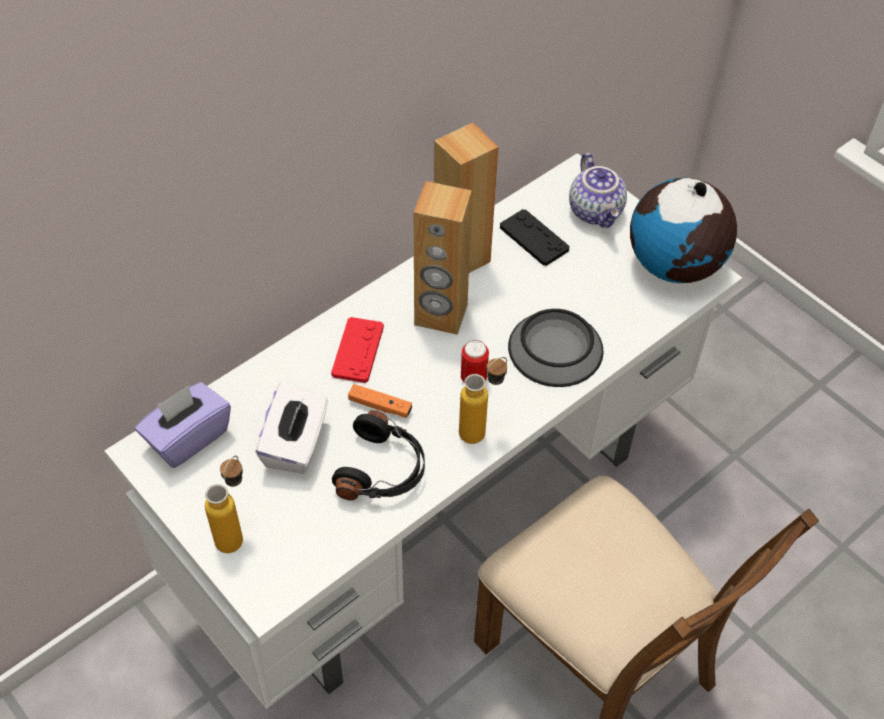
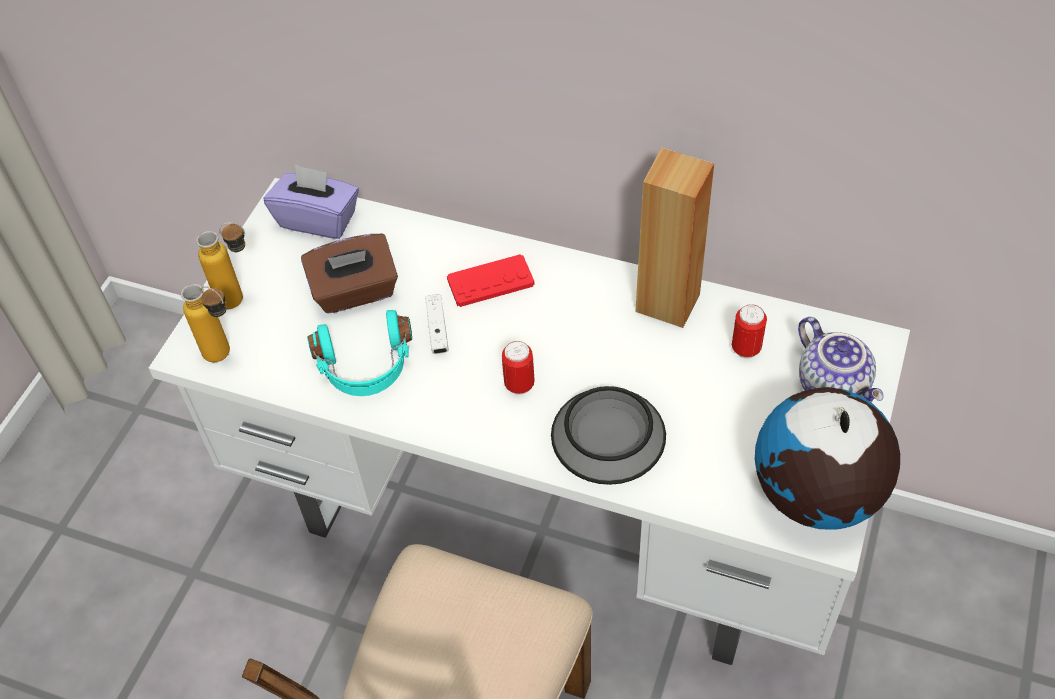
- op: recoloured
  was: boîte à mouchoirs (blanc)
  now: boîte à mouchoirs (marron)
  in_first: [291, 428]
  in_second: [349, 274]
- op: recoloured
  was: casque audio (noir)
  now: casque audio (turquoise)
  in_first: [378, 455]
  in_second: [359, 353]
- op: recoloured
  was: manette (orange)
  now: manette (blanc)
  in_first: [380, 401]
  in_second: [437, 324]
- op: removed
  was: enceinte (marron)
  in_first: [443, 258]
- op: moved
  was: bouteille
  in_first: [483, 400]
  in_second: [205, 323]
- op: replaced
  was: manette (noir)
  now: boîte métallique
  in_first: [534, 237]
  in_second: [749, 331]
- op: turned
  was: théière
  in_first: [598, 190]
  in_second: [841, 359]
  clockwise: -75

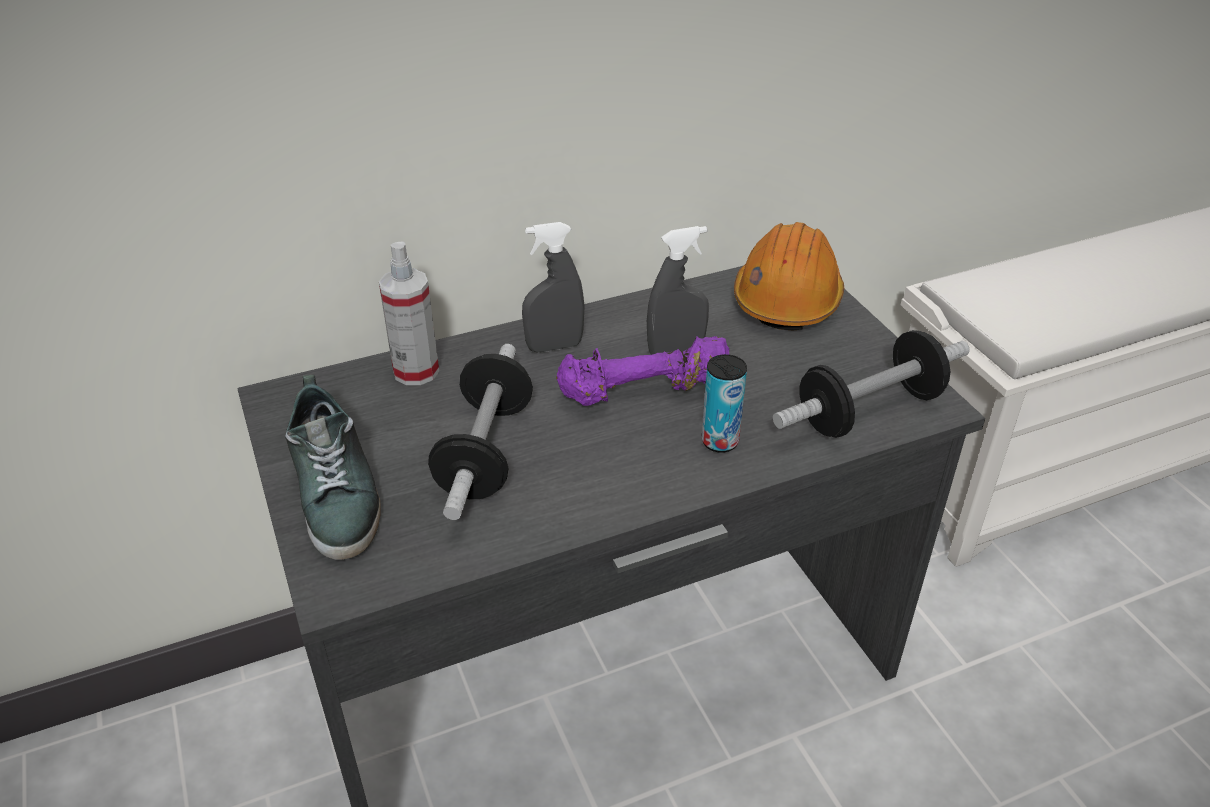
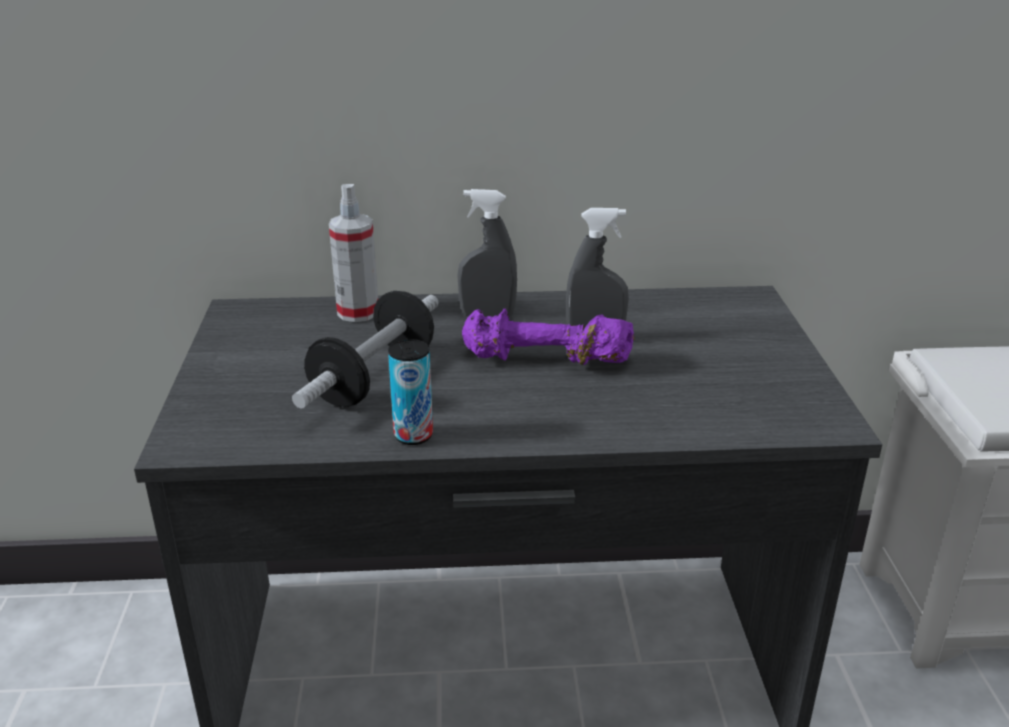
- op: removed
  was: chaussure
  in_first: [333, 467]
- op: moved
  was: boîte métallique
  in_first: [724, 403]
  in_second: [410, 392]
- op: removed
  was: casque de chantier (orange)
  in_first: [789, 276]
- op: removed
  was: haltère
  in_first: [871, 384]

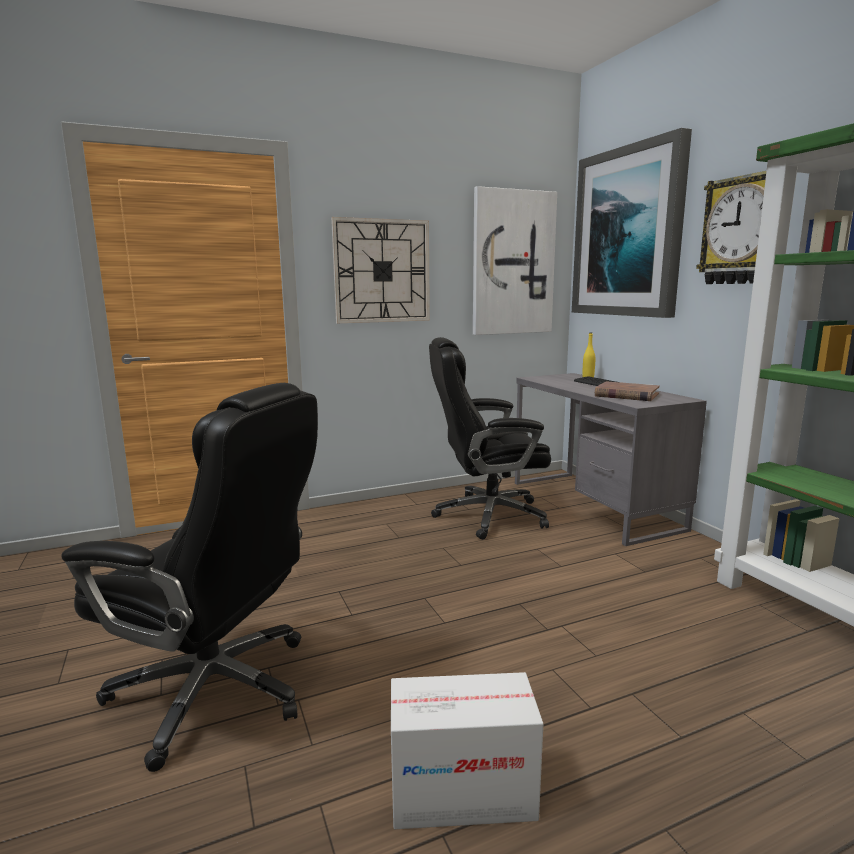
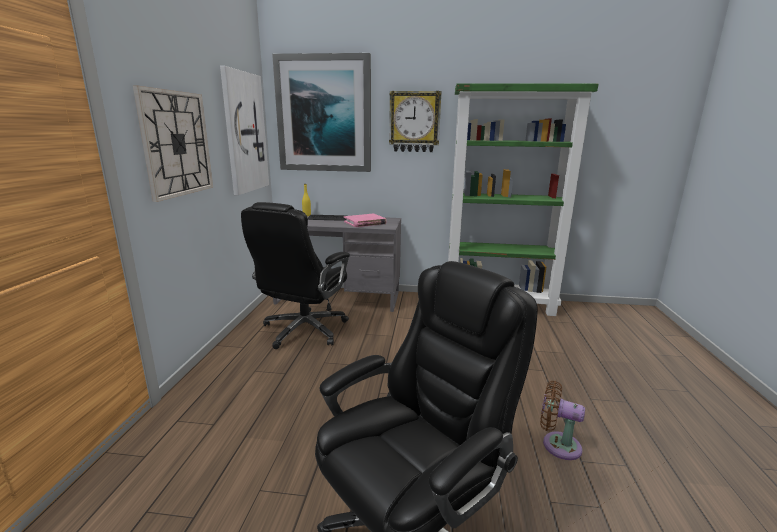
- op: replaced
  was: carton
  now: ventilateur (marron)
  in_first: [467, 750]
  in_second: [562, 420]
- op: recoloured
  was: livre (marron)
  now: livre (rose)
  in_first: [627, 391]
  in_second: [365, 220]

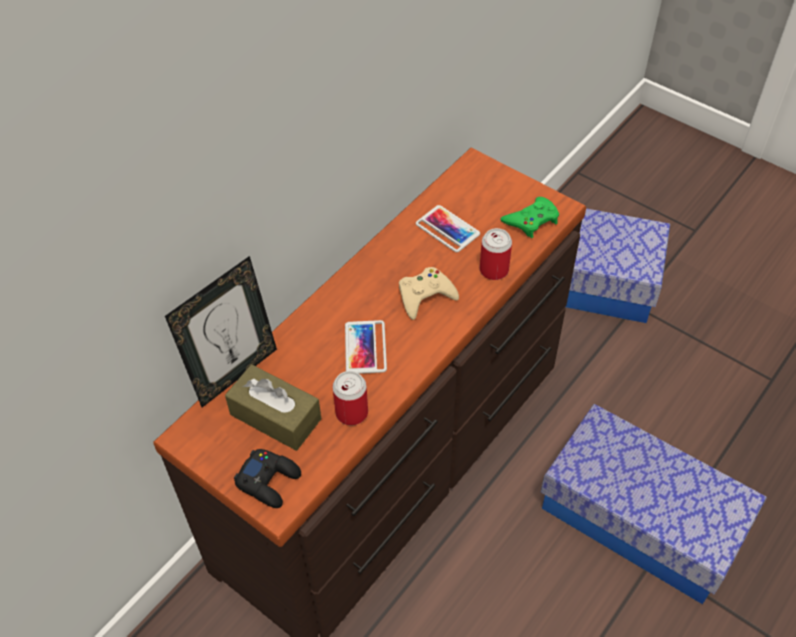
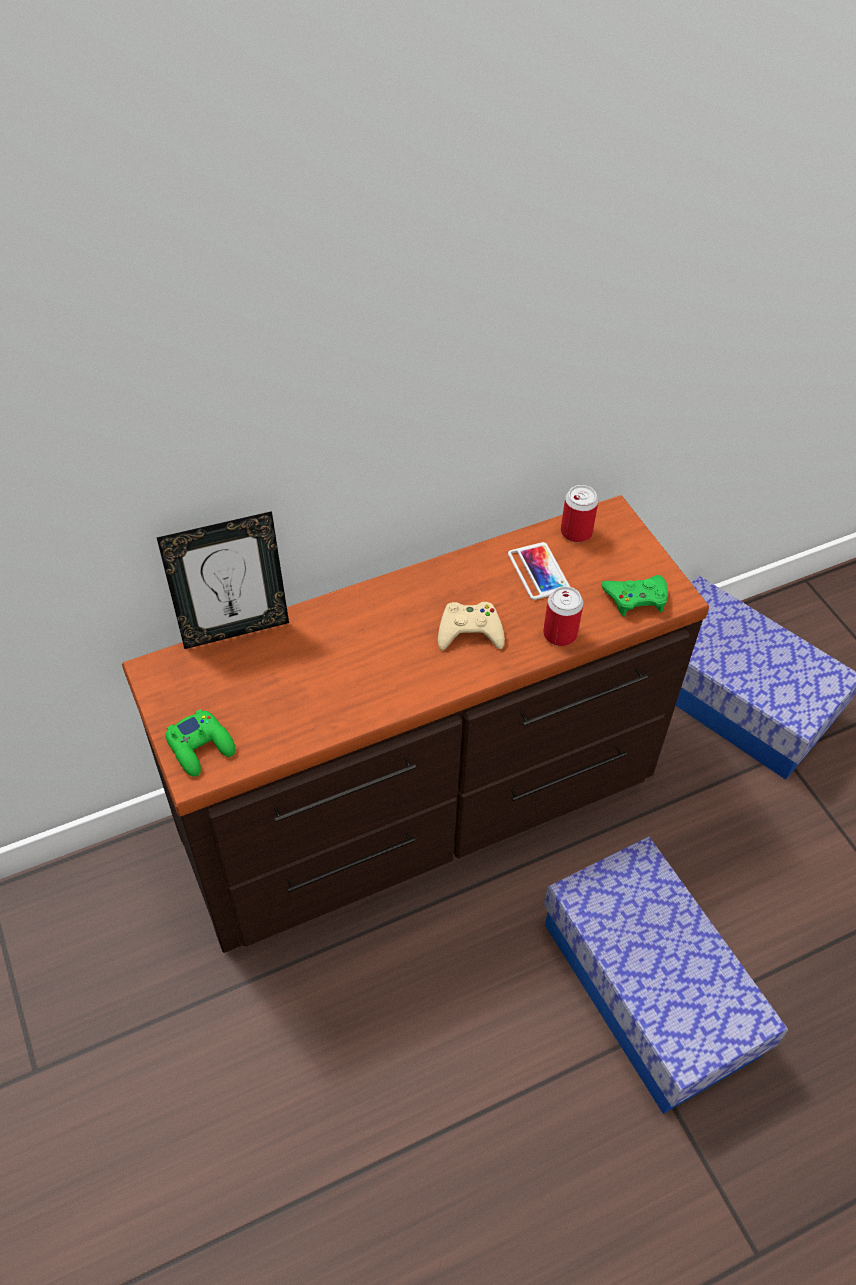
- op: removed
  was: boîte à mouchoirs (marron)
  in_first: [273, 407]
- op: recoloured
  was: manette (noir)
  now: manette (vert)
  in_first: [267, 478]
  in_second: [200, 743]
- op: moved
  was: boîte métallique
  in_first: [350, 398]
  in_second: [579, 514]
- op: removed
  was: téléphone
  in_first: [366, 347]

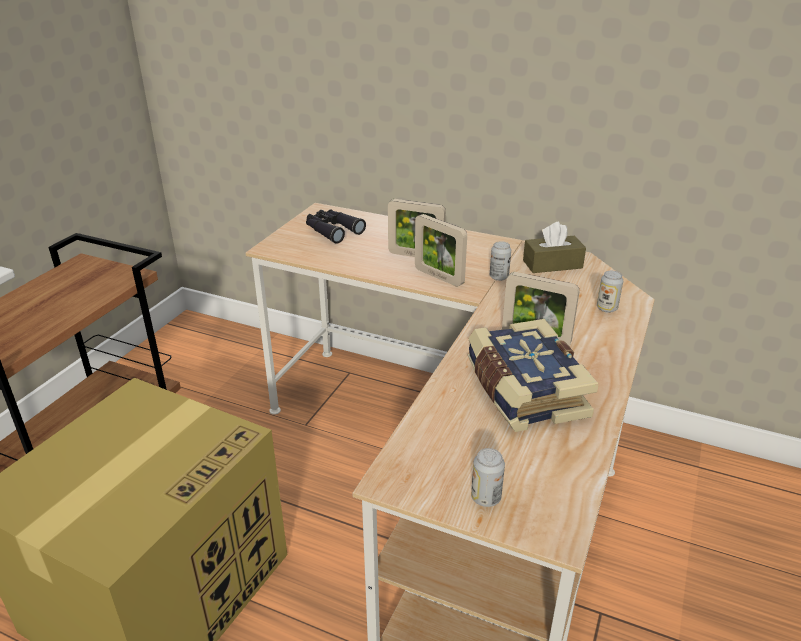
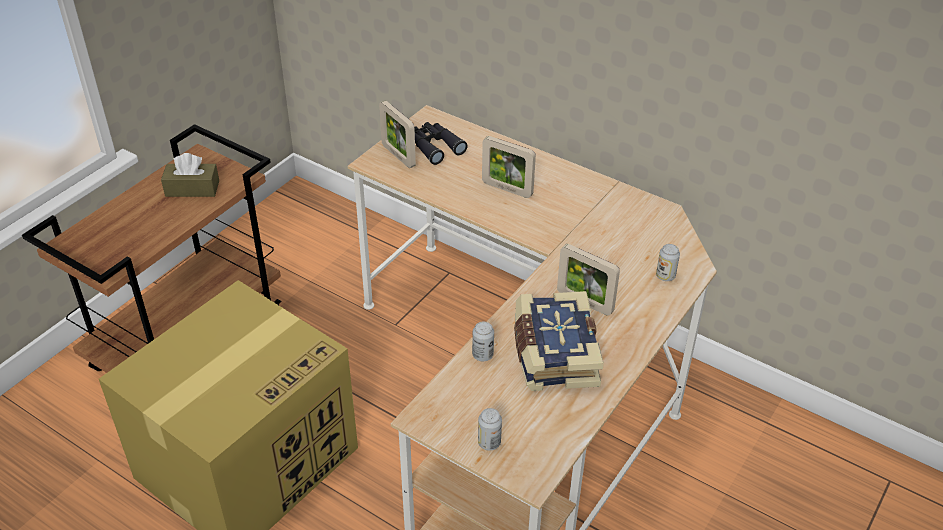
- op: moved
  was: cadre photo
  in_first: [441, 250]
  in_second: [397, 134]
- op: moved
  was: boîte métallique
  in_first: [500, 261]
  in_second: [483, 341]
- op: moved
  was: boîte à mouchoirs (marron)
  in_first: [554, 247]
  in_second: [190, 175]

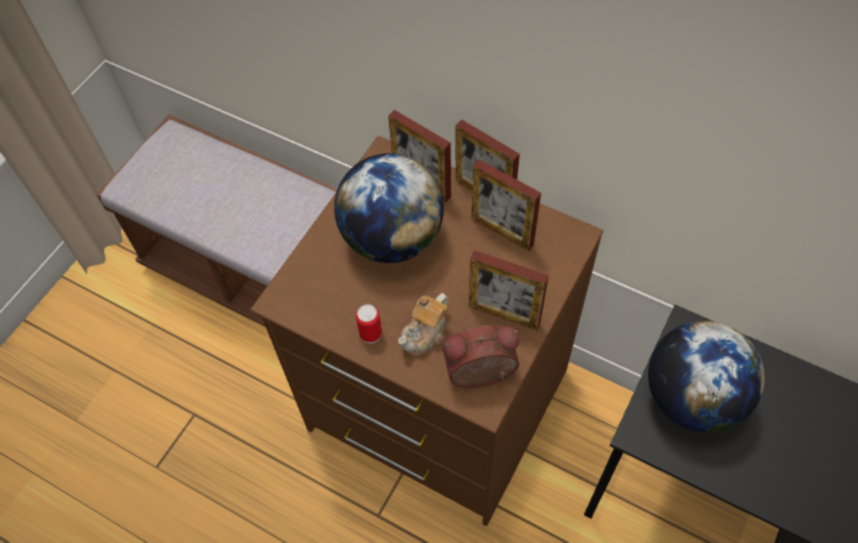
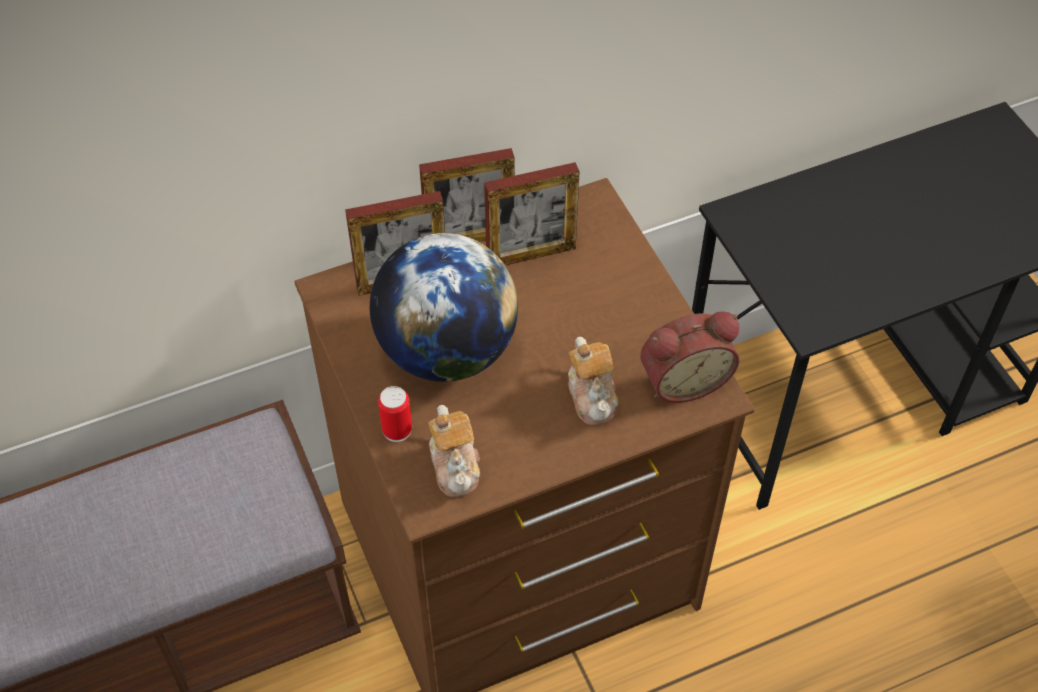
- op: moved
  was: boîte métallique
  in_first: [369, 323]
  in_second: [395, 414]
- op: turned
  was: réveil
  in_first: [481, 356]
  in_second: [689, 357]
  clockwise: -135
- op: removed
  was: cadre photo
  in_first: [509, 290]
- op: removed
  was: globe
  in_first: [706, 377]
- op: added
  now: théière
  in_second: [454, 451]

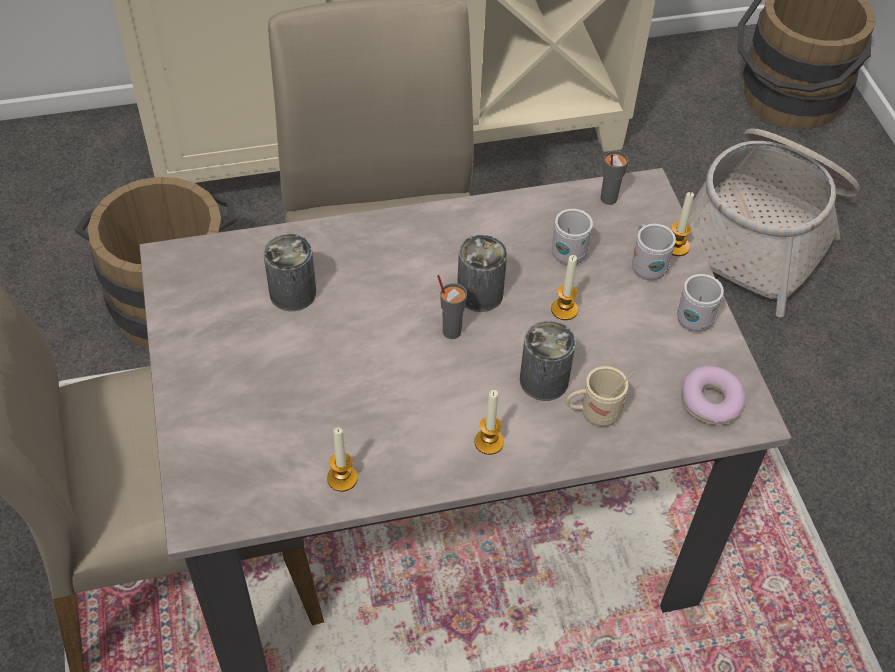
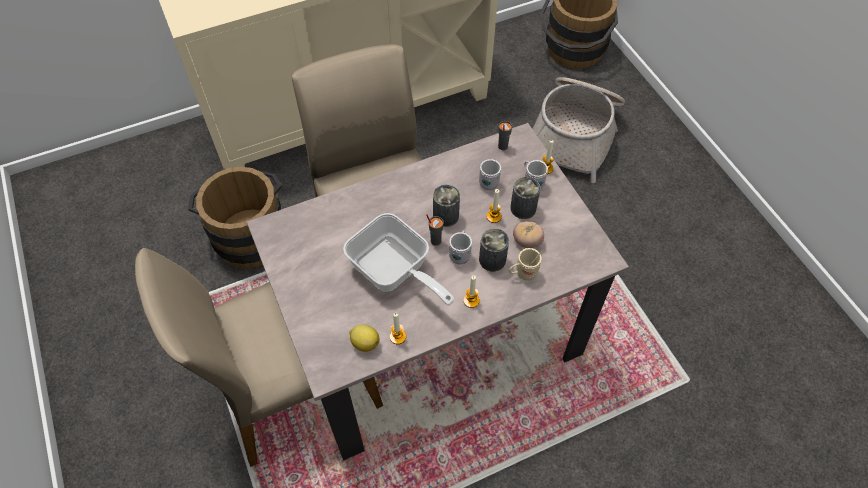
- op: moved
  was: boîte métallique
  in_first: [289, 272]
  in_second: [525, 198]
- op: moved
  was: mug (blanc)
  in_first: [700, 303]
  in_second: [460, 247]
- op: removed
  was: beignet
  in_first: [713, 395]
- op: added
  now: poêle
  in_second: [398, 259]
- op: added
  now: citron
  in_second: [365, 338]
- op: added
  now: tomate
  in_second: [528, 234]

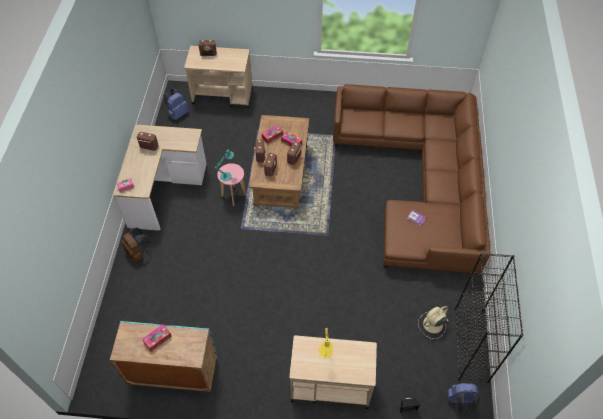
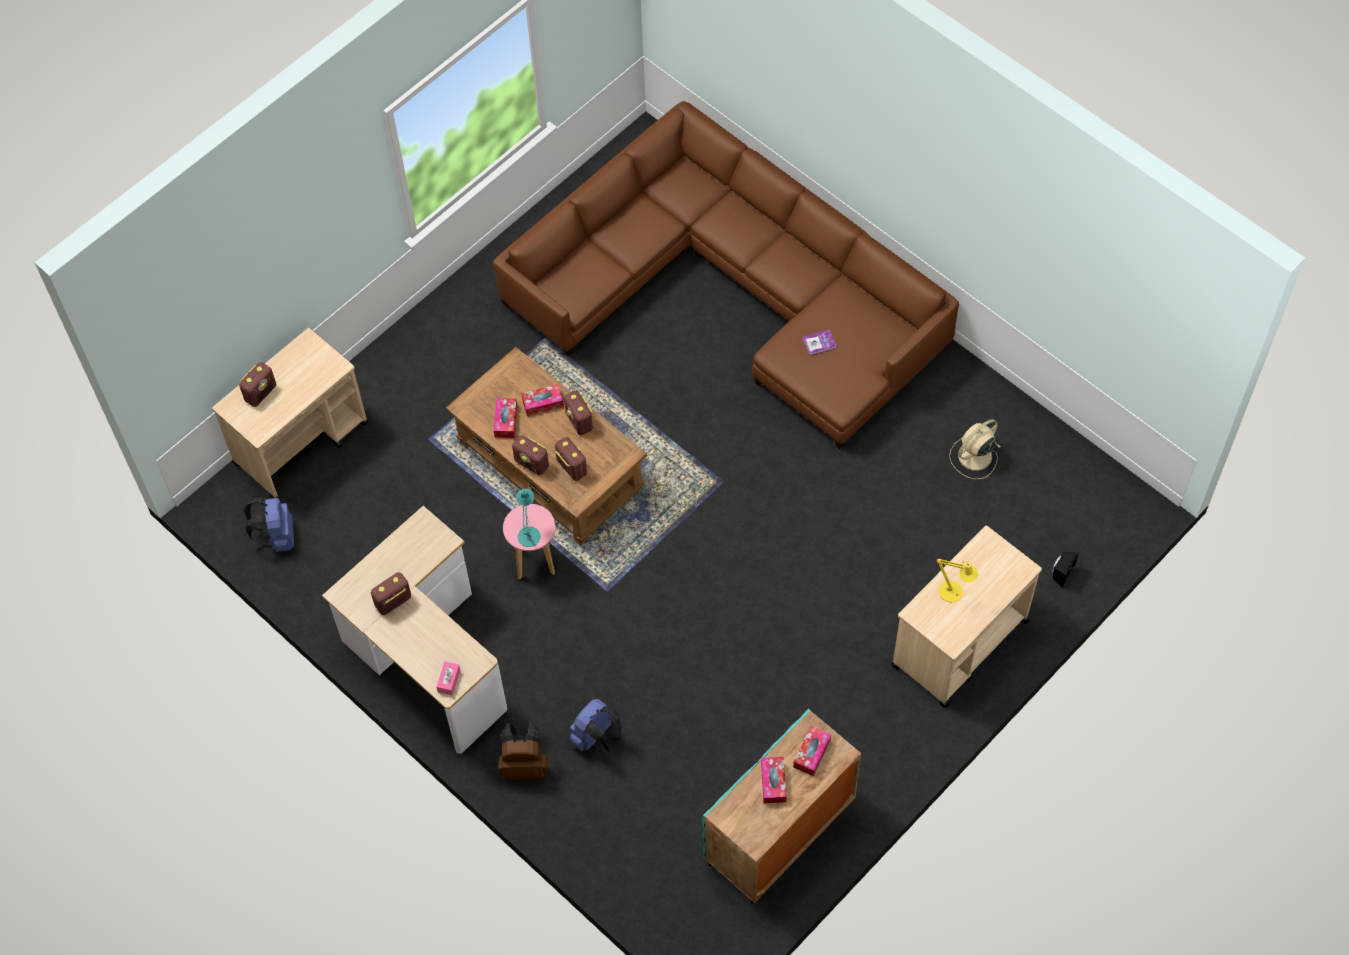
- op: turned
  was: ventilateur (beige)
  in_first: [433, 322]
  in_second: [974, 449]
  clockwise: 45
- op: moved
  was: sac à dos (bleu)
  in_first: [463, 398]
  in_second: [596, 725]
- op: removed
  was: bibliothèque (noir)
  in_first: [489, 318]
- op: added
  now: boîte à mouchoirs
  in_second: [812, 751]

